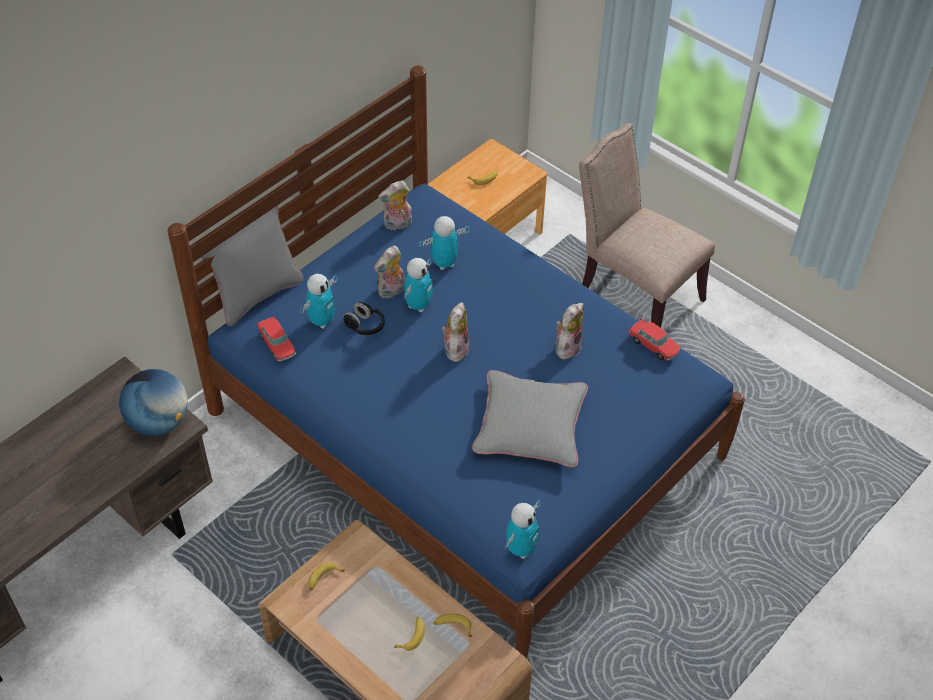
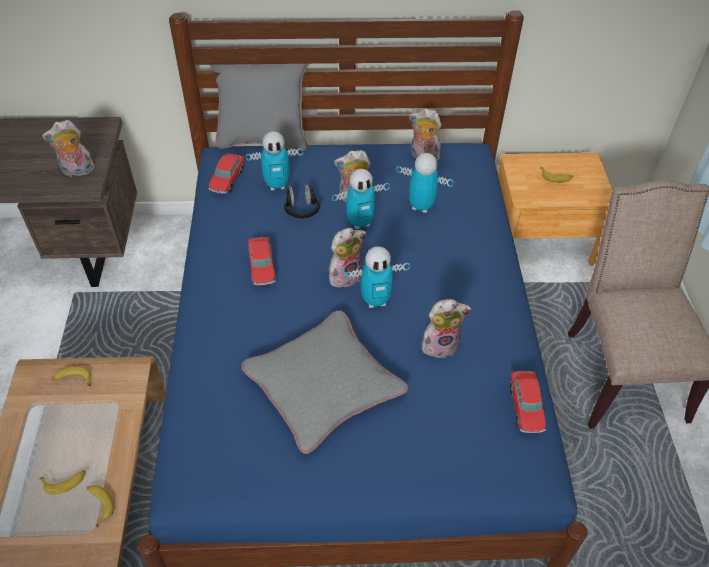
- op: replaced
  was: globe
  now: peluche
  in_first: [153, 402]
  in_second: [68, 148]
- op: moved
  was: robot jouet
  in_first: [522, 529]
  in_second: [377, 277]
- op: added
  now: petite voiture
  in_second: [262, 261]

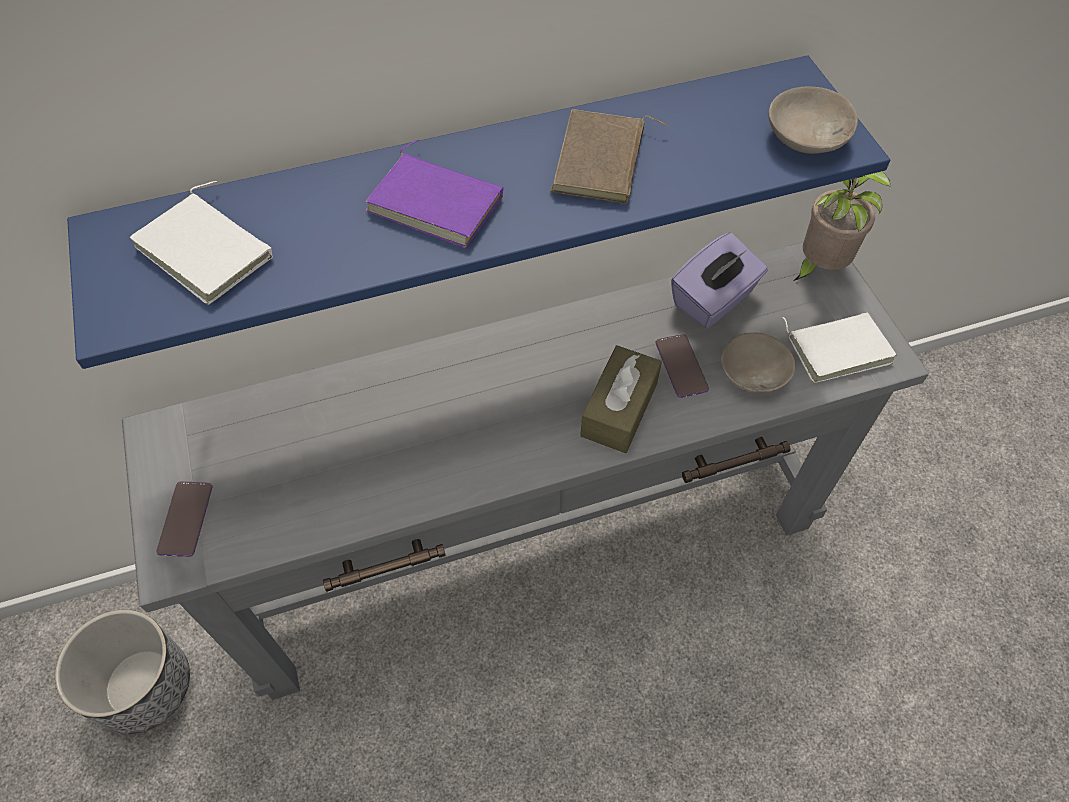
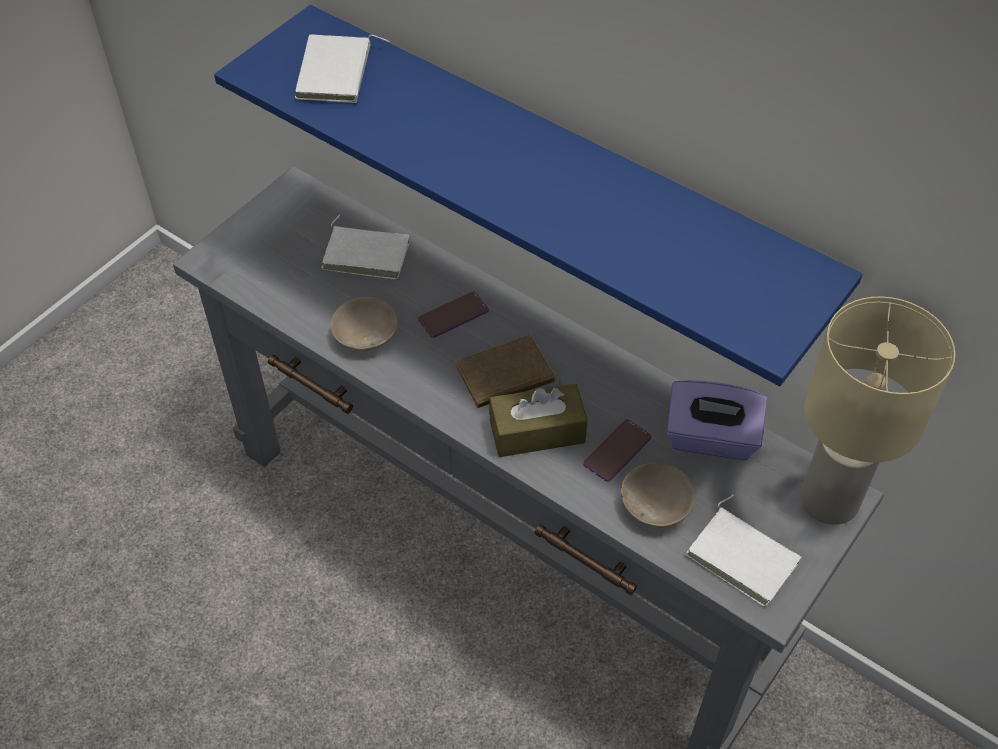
- op: removed
  was: cache-pot
  in_first: [122, 672]
- op: moved
  was: téléphone
  in_first: [184, 519]
  in_second: [453, 315]
- op: removed
  was: livre (violet)
  in_first: [434, 194]
- op: moved
  was: livre (marron)
  in_first: [610, 156]
  in_second: [508, 371]
- op: moved
  was: bol (beige)
  in_first: [813, 120]
  in_second: [364, 324]
- op: replaced
  was: plante en pot
  now: lampe de table (beige)
  in_first: [842, 226]
  in_second: [878, 411]
- op: added
  now: livre (blanc)
  in_second: [365, 247]

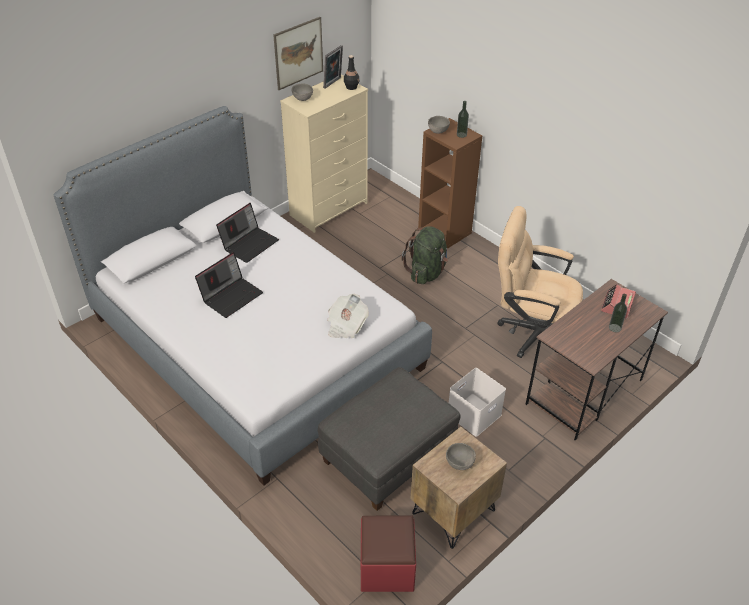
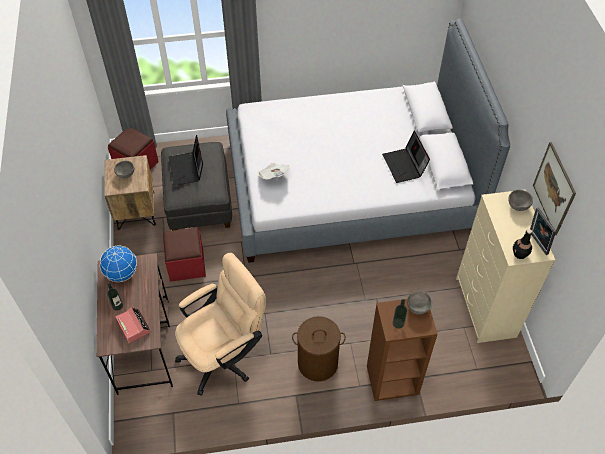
- op: moved
  was: ordinateur portable
  in_first: [229, 285]
  in_second: [186, 160]
- op: removed
  was: sac à dos (vert)
  in_first: [424, 255]
- op: replaced
  was: boîte de rangement (blanc)
  now: pouf (rouge)
  in_first: [477, 402]
  in_second: [184, 254]
- op: added
  now: globe
  in_second: [118, 264]
- op: added
  now: panier à linge (marron)
  in_second: [319, 349]

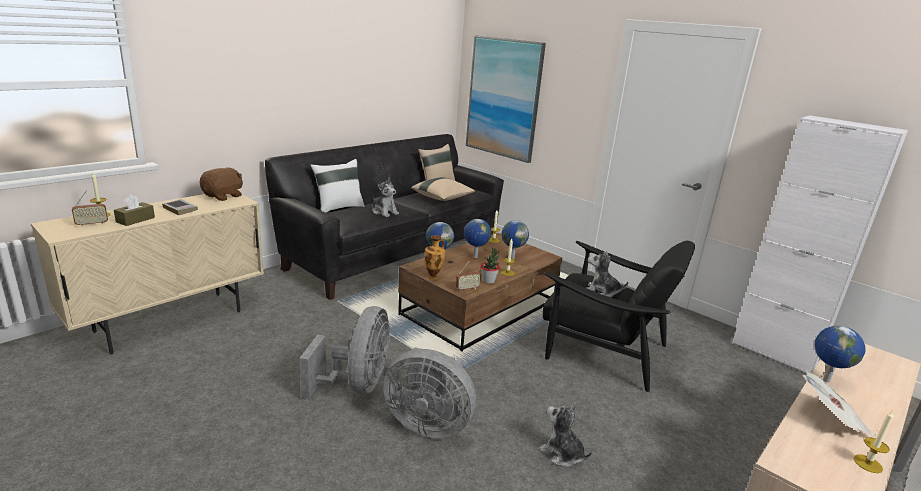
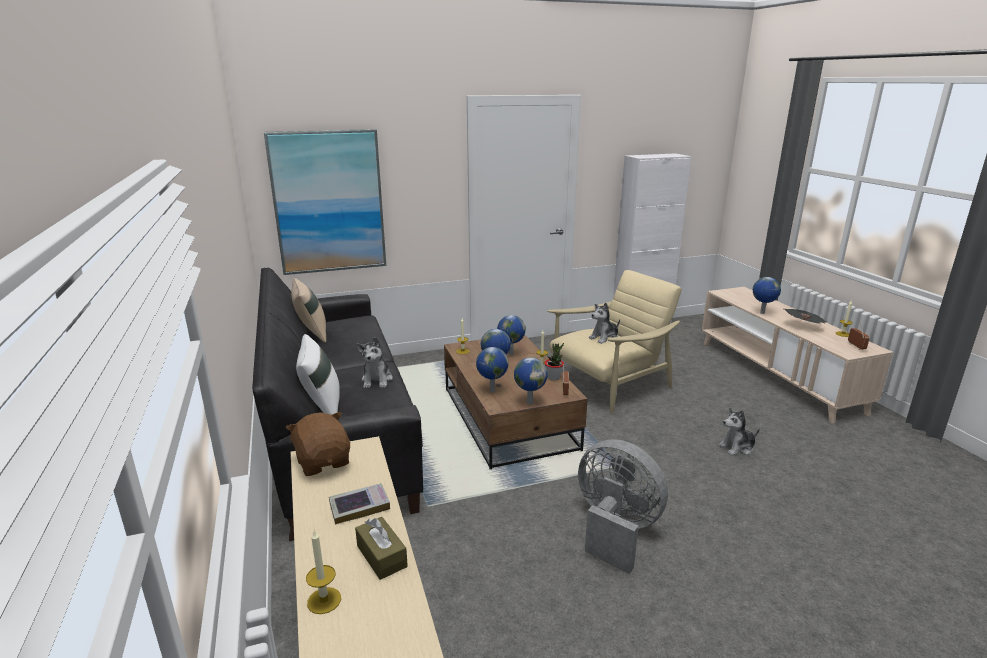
- op: moved
  was: radio
  in_first: [90, 208]
  in_second: [859, 335]
- op: turned
  was: peluche
  in_first: [385, 197]
  in_second: [375, 362]
  clockwise: 105
- op: removed
  was: ventilateur (gris)
  in_first: [429, 393]
- op: removed
  was: coussin (beige)
  in_first: [443, 189]
- op: replaced
  was: vase
  now: globe
  in_first: [435, 257]
  in_second: [531, 380]
- op: recoloured
  was: fauteuil (noir)
  now: fauteuil (beige)
  in_first: [619, 316]
  in_second: [614, 341]

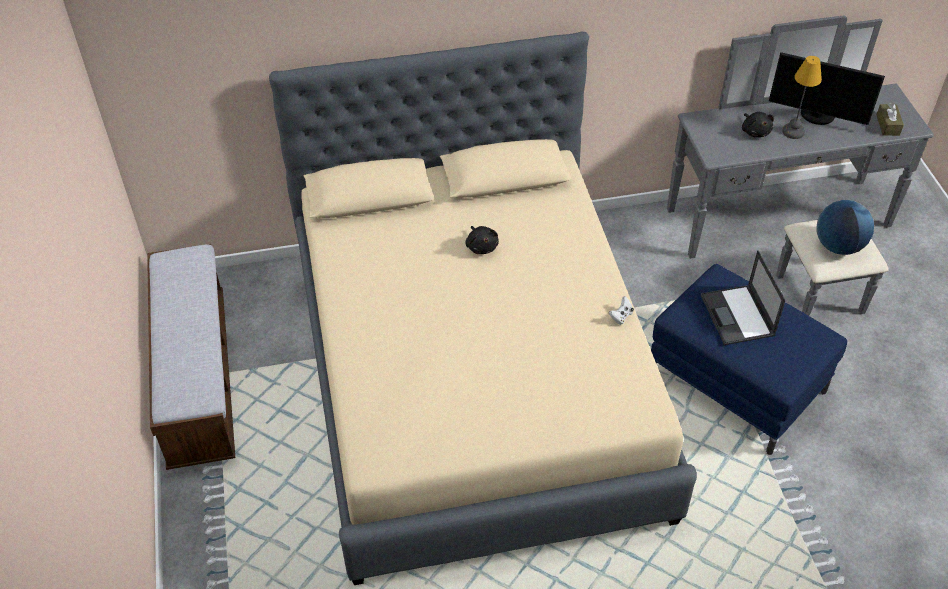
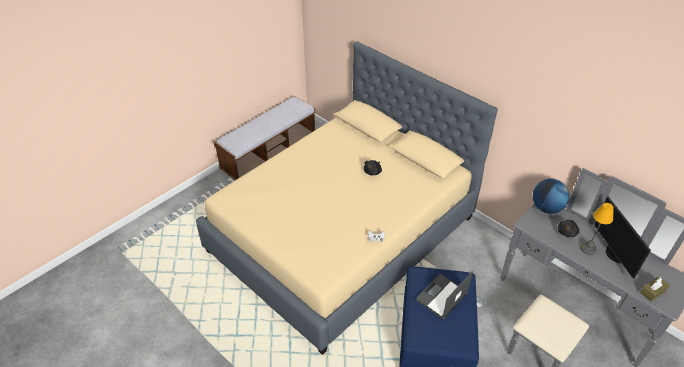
- op: moved
  was: globe
  in_first: [845, 227]
  in_second: [551, 196]

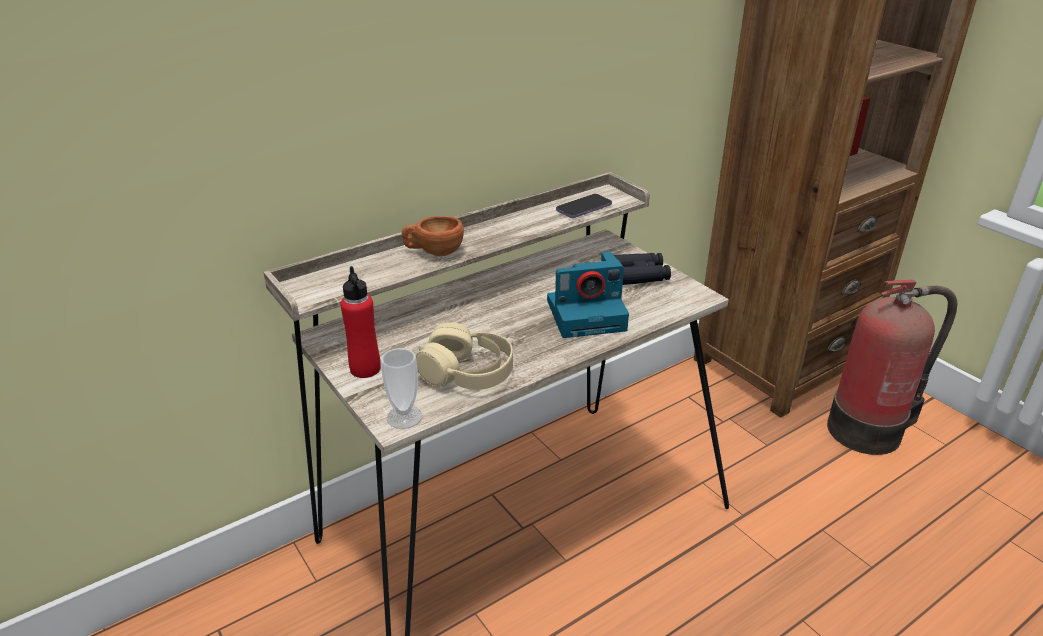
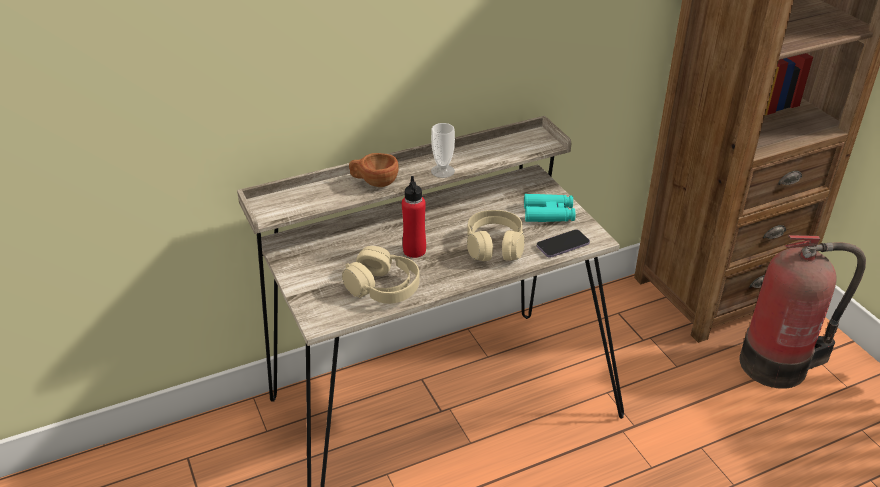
- op: moved
  was: bouteille (rouge)
  in_first: [360, 322]
  in_second: [414, 217]
- op: moved
  was: tasse
  in_first: [401, 388]
  in_second: [443, 150]
- op: replaced
  was: appareil photo
  now: casque audio (beige)
  in_first: [588, 294]
  in_second: [496, 235]
- op: moved
  was: téléphone
  in_first: [584, 206]
  in_second: [563, 244]
- op: recoloured
  was: jumelles (noir)
  now: jumelles (turquoise)
  in_first: [642, 269]
  in_second: [549, 208]

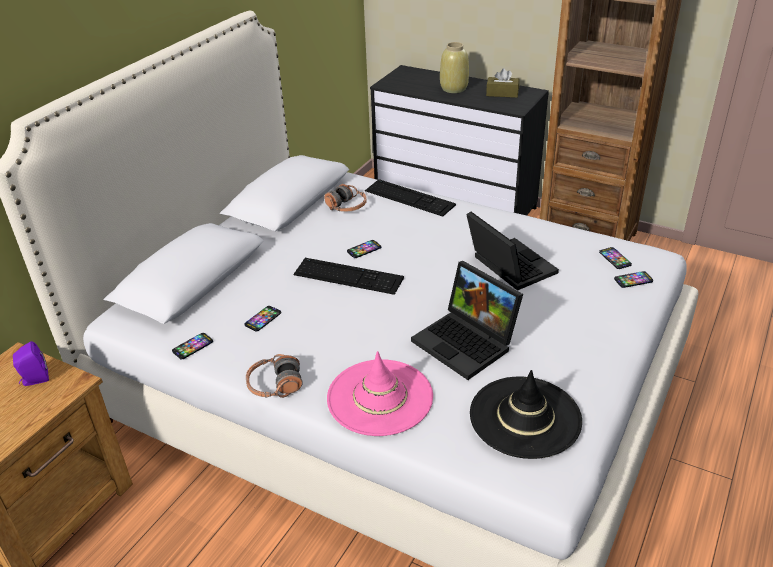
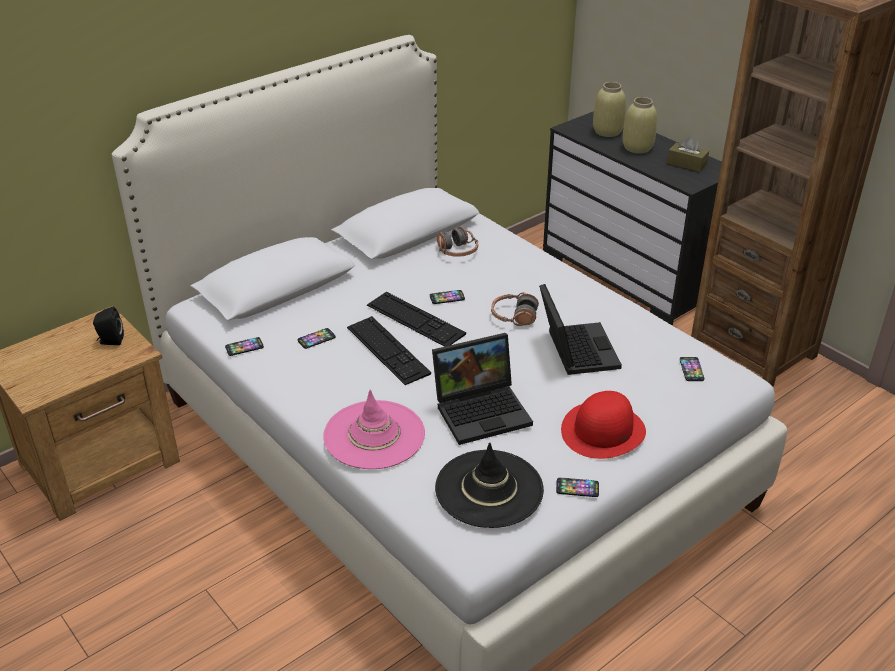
- op: recoloured
  was: enceinte (violet)
  now: enceinte (noir)
  in_first: [31, 363]
  in_second: [108, 326]
- op: moved
  was: casque audio
  in_first: [274, 376]
  in_second: [515, 309]
- op: moved
  was: clavier
  in_first: [410, 198]
  in_second: [389, 350]
- op: turned
  was: ordinateur portable
  in_first: [467, 320]
  in_second: [482, 389]
  clockwise: -90
- op: moved
  was: téléphone
  in_first: [633, 279]
  in_second: [577, 487]
- op: added
  now: chapeau (rouge)
  in_second: [603, 425]
- op: added
  now: vase (beige)
  in_second: [609, 109]

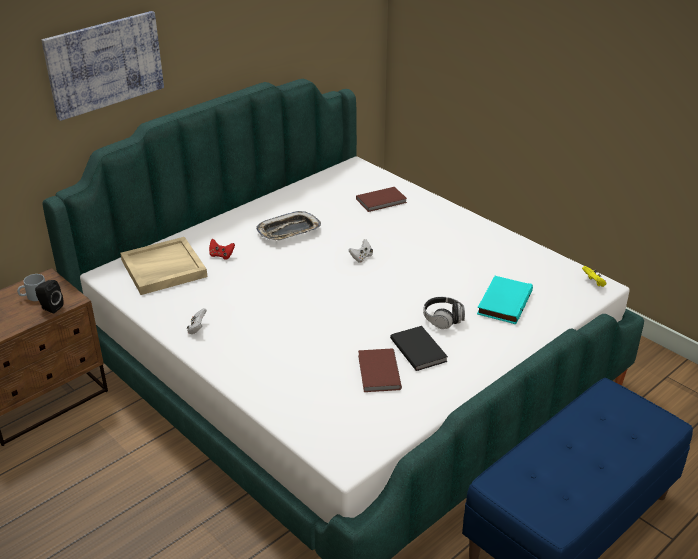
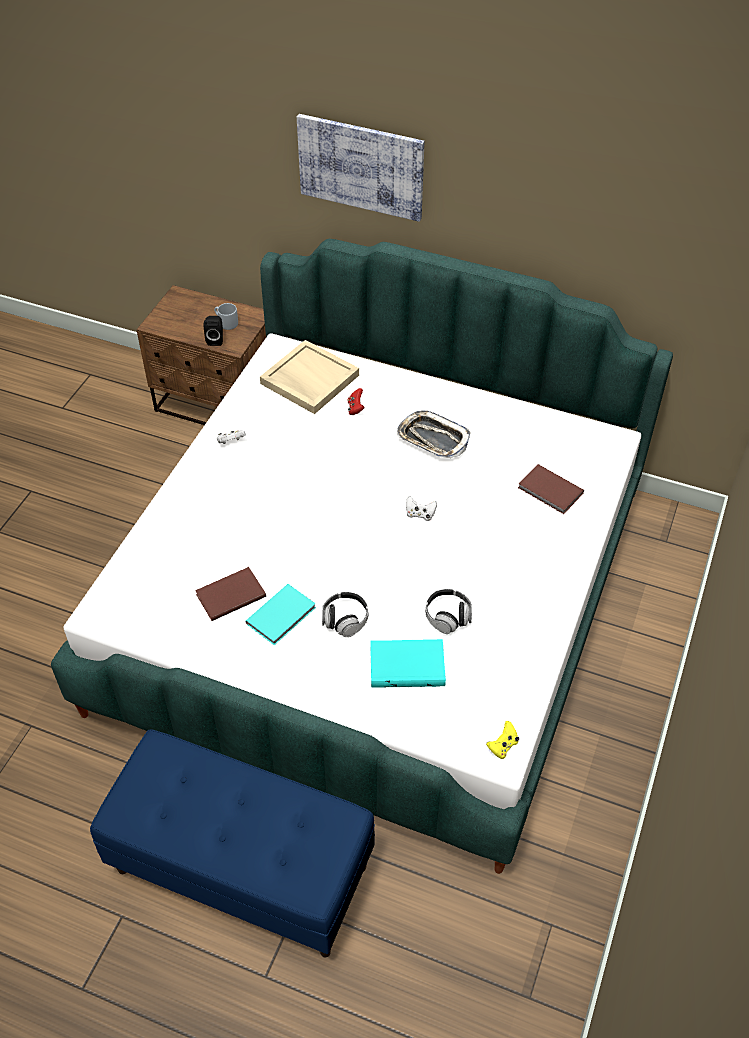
- op: recoloured
  was: livre (noir)
  now: livre (turquoise)
  in_first: [419, 348]
  in_second: [280, 614]
- op: added
  now: casque audio
  in_second: [448, 611]

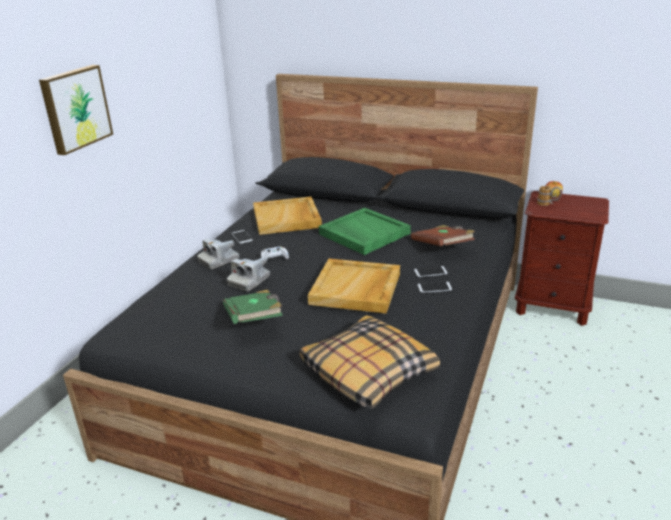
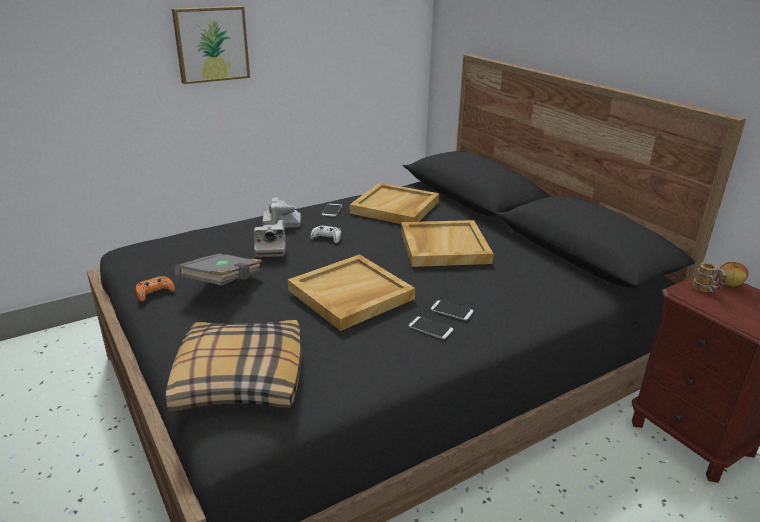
- op: recoloured
  was: livre (vert)
  now: livre (gris)
  in_first: [253, 307]
  in_second: [218, 269]
- op: turned
  was: appareil photo
  in_first: [248, 274]
  in_second: [270, 238]
  clockwise: -75
- op: recoloured
  was: plateau (vert)
  now: plateau (beige)
  in_first: [365, 231]
  in_second: [447, 243]
- op: removed
  was: livre (marron)
  in_first: [443, 235]
- op: added
  now: manette (orange)
  in_second: [155, 288]

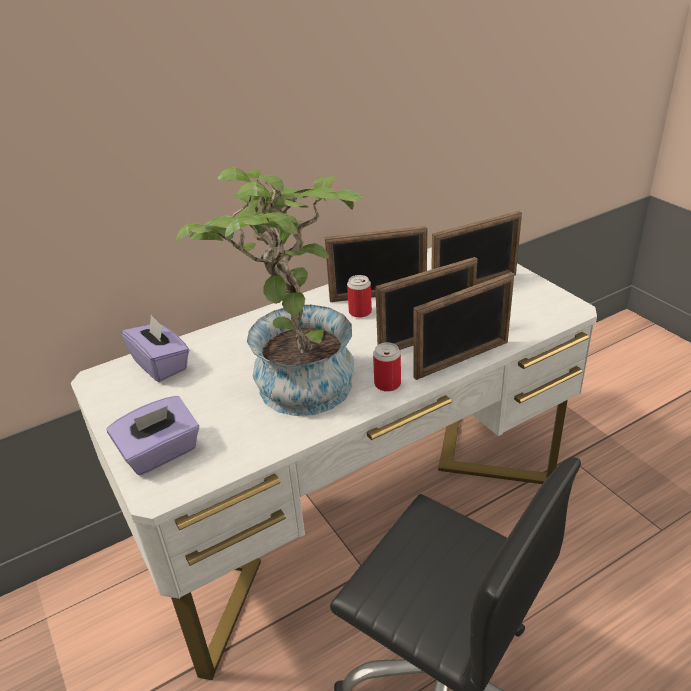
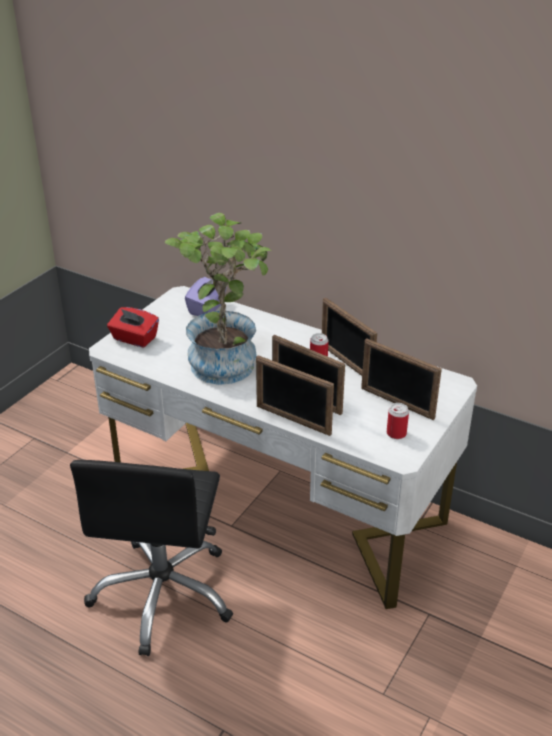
- op: recoloured
  was: boîte à mouchoirs (violet)
  now: boîte à mouchoirs (rouge)
  in_first: [153, 435]
  in_second: [133, 327]
- op: moved
  was: boîte métallique
  in_first: [387, 367]
  in_second: [398, 421]

